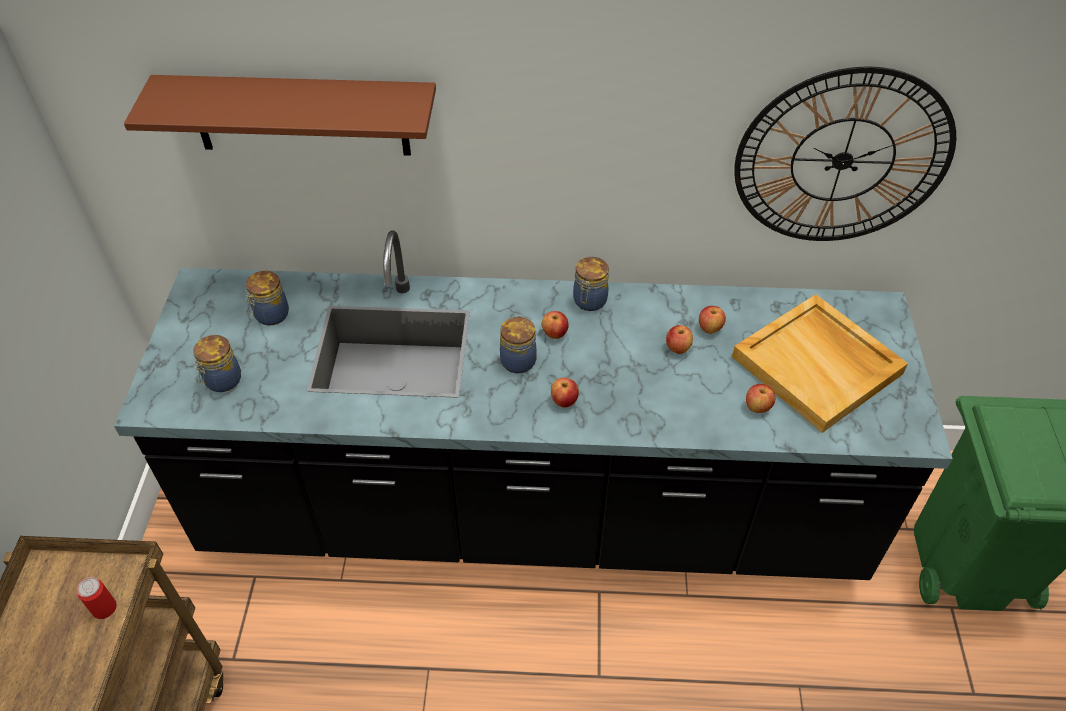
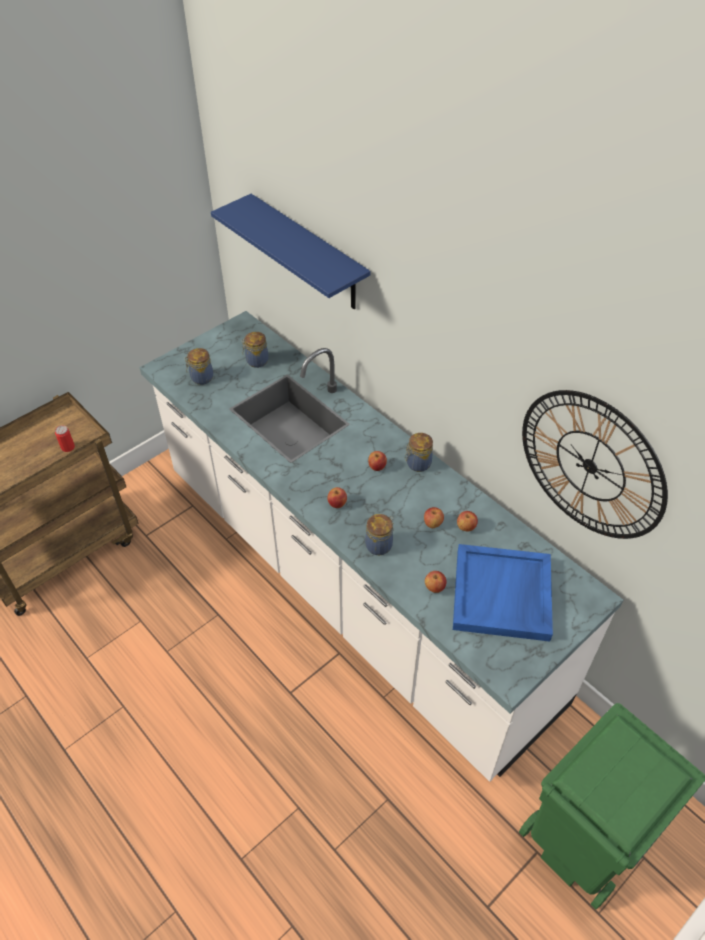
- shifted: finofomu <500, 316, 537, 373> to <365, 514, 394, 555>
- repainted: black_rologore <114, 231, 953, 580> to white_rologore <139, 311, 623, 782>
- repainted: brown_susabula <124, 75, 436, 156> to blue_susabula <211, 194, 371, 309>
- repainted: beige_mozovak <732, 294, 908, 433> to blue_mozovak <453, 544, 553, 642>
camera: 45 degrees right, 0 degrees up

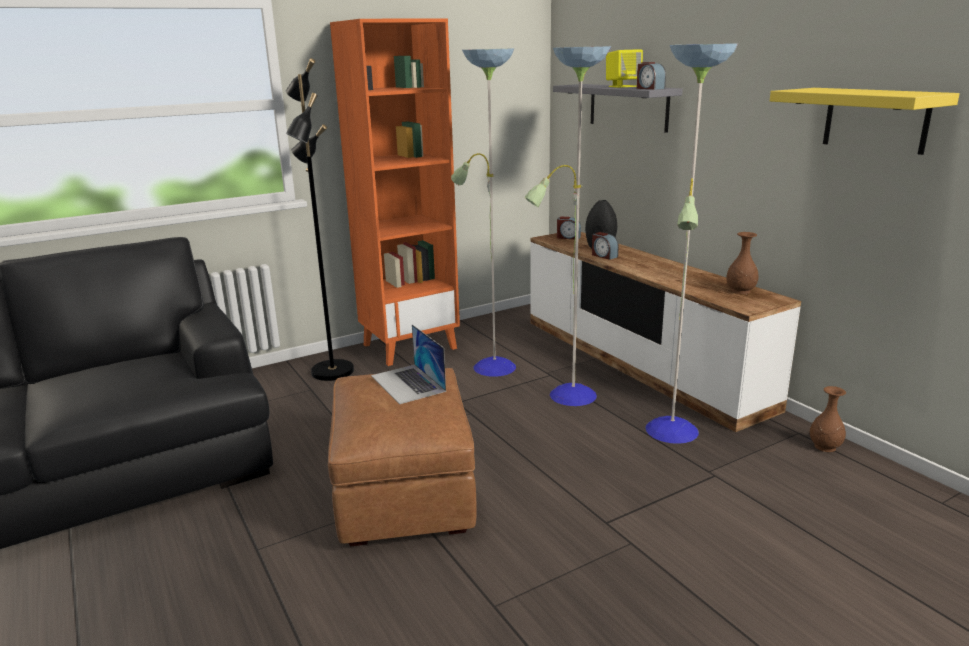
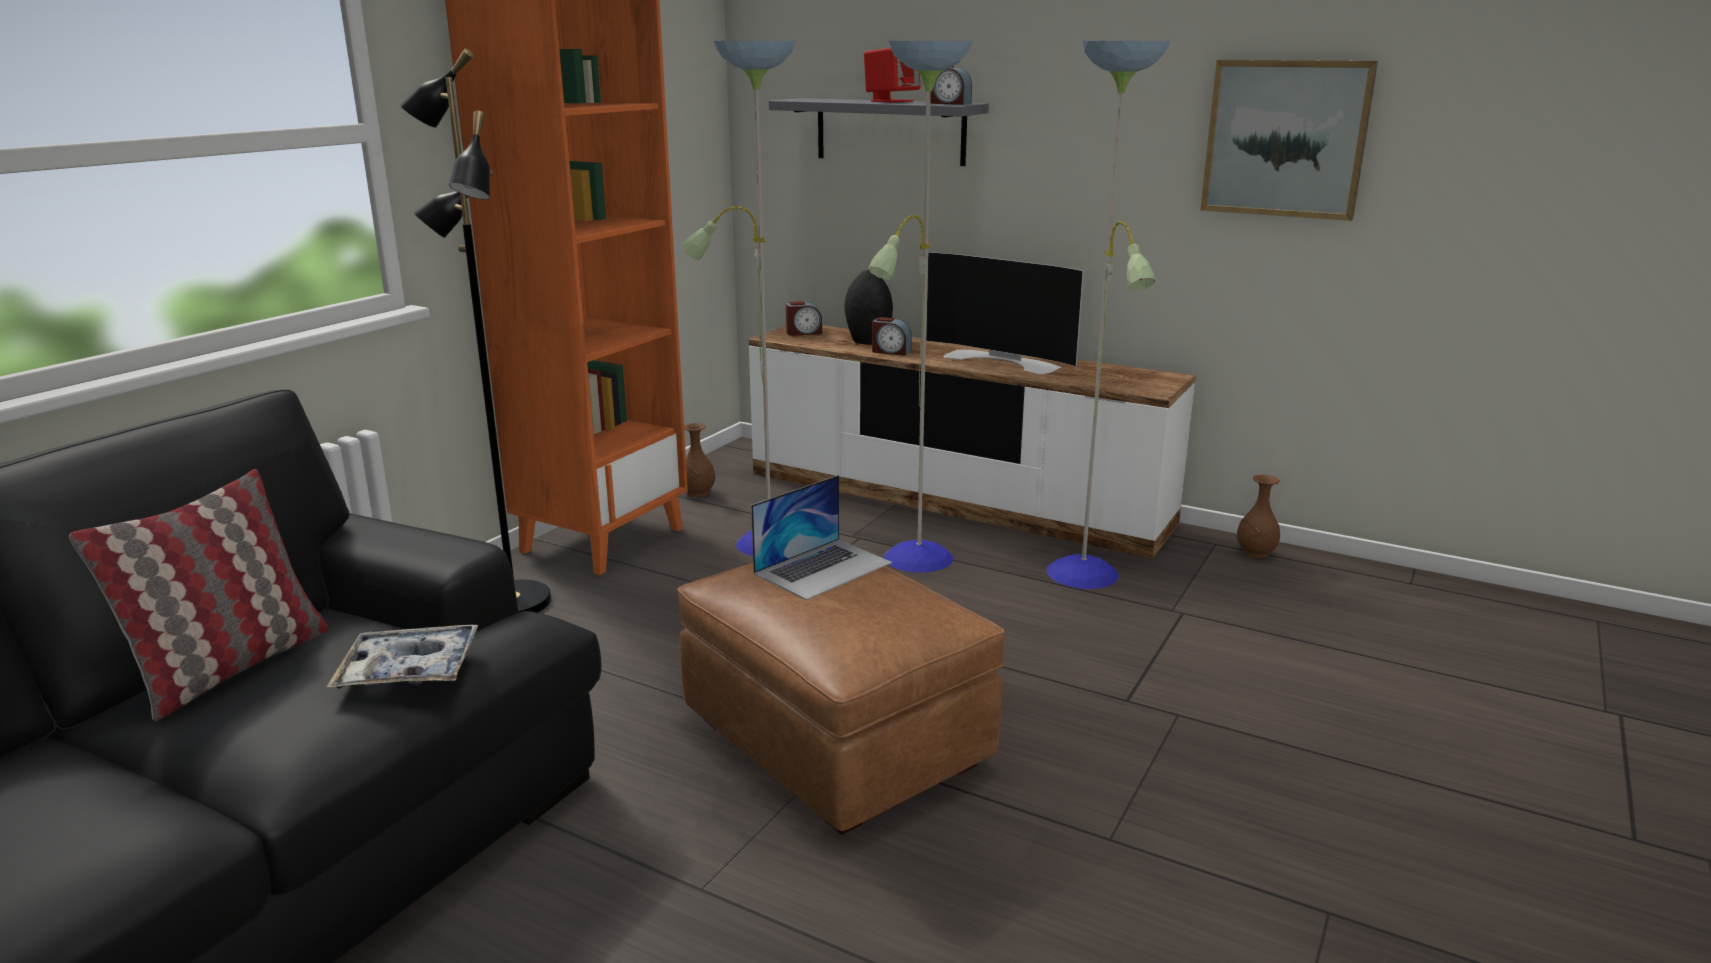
- new: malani <69, 469, 329, 721>
- new: mozovak <327, 625, 479, 688>
- new: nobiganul <926, 252, 1084, 374>
- shifted: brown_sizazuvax <726, 232, 759, 294> to <684, 423, 715, 497>
- swapped: yellow_susabula <770, 88, 960, 155> to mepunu <1200, 60, 1378, 221>
- repainted: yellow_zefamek <606, 49, 643, 88> to red_zefamek <864, 48, 920, 103>
- rotated: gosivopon <371, 325, 446, 404> = <751, 475, 892, 600> 75 degrees counterclockwise
camera: 30 degrees left, 0 degrees up

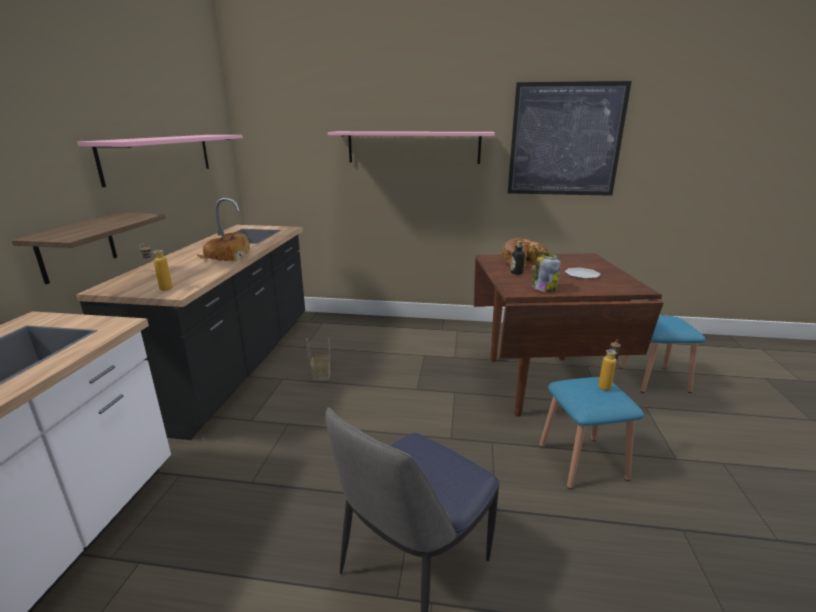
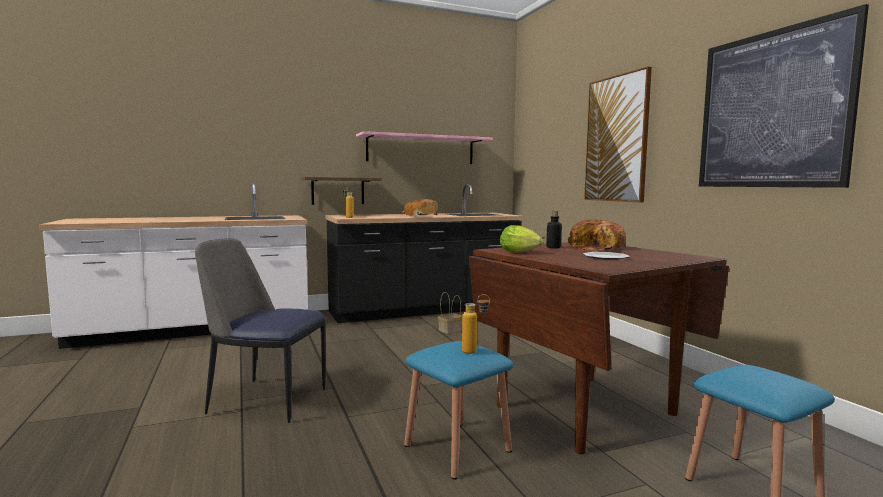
- swapped: pink_susabula <328, 131, 495, 164> to mepunu <584, 67, 652, 202>
- swapped: finofomu <532, 253, 561, 292> to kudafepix <500, 225, 543, 253>
camera: 60 degrees right, 15 degrees down

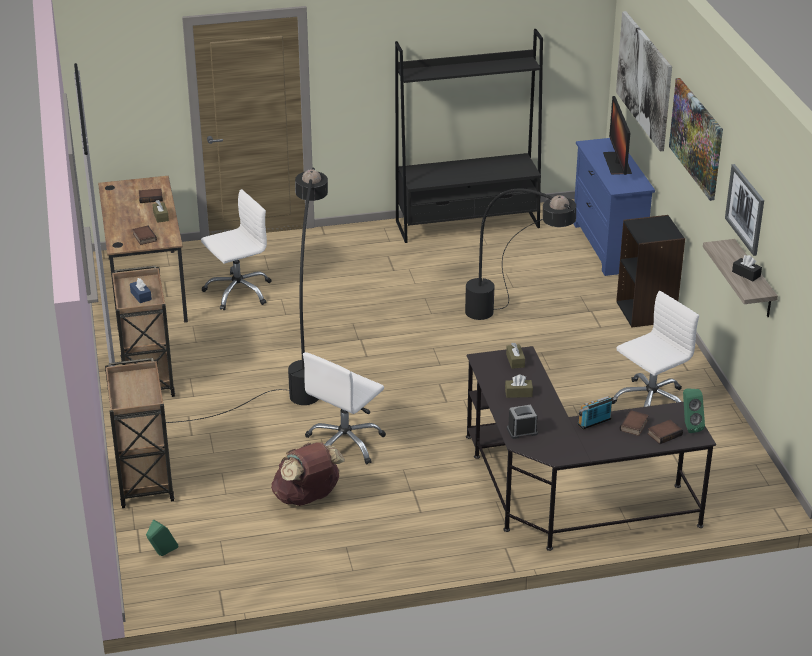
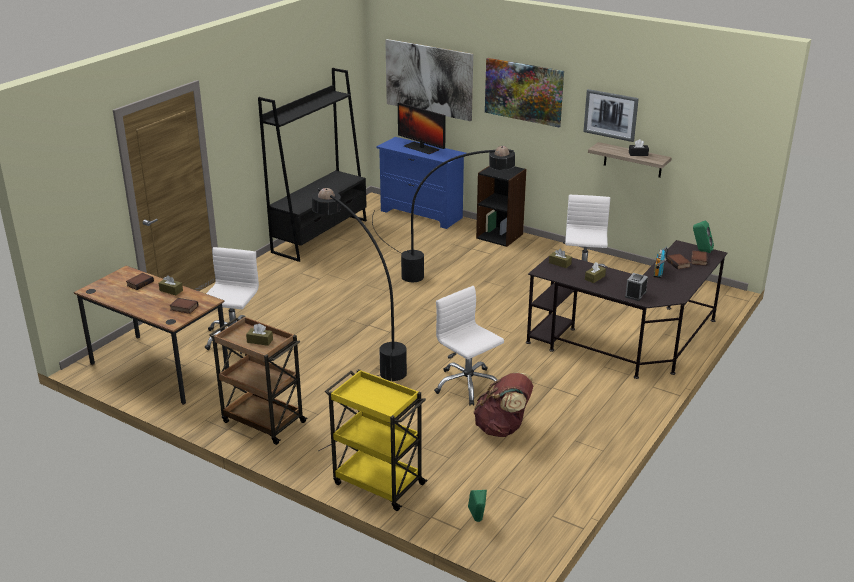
- repainted: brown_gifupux <105, 358, 175, 508> to yellow_gifupux <325, 369, 428, 511>
- repainted: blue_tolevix <130, 278, 152, 303> to brown_tolevix <246, 324, 273, 346>
- rotated: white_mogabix <303, 352, 386, 464> = <434, 286, 504, 406> 150 degrees clockwise
camera: 45 degrees left, 5 degrees down

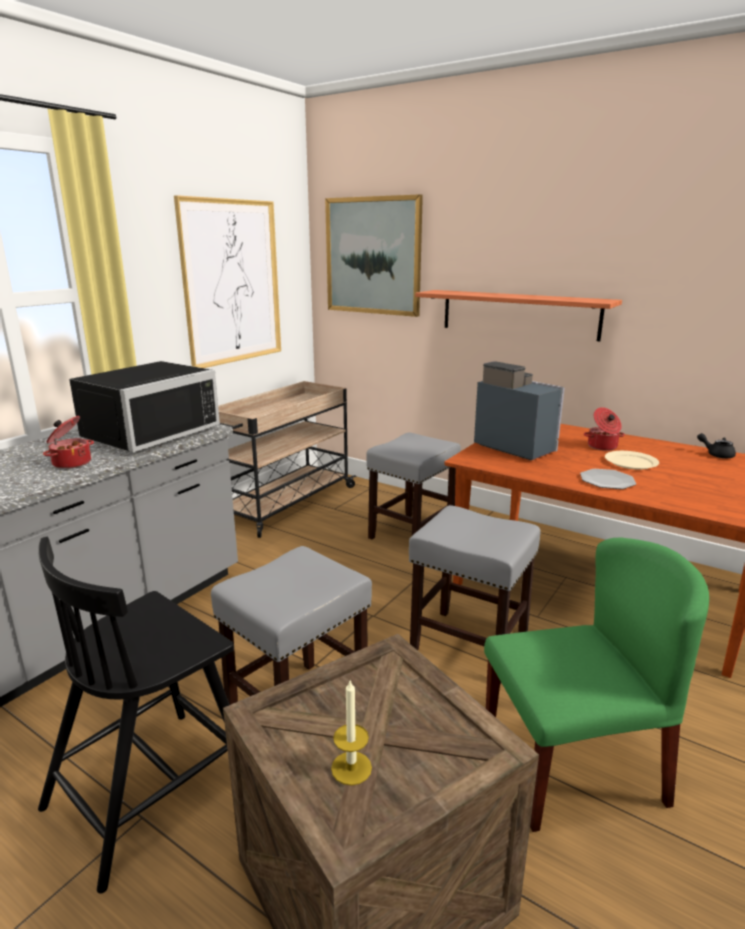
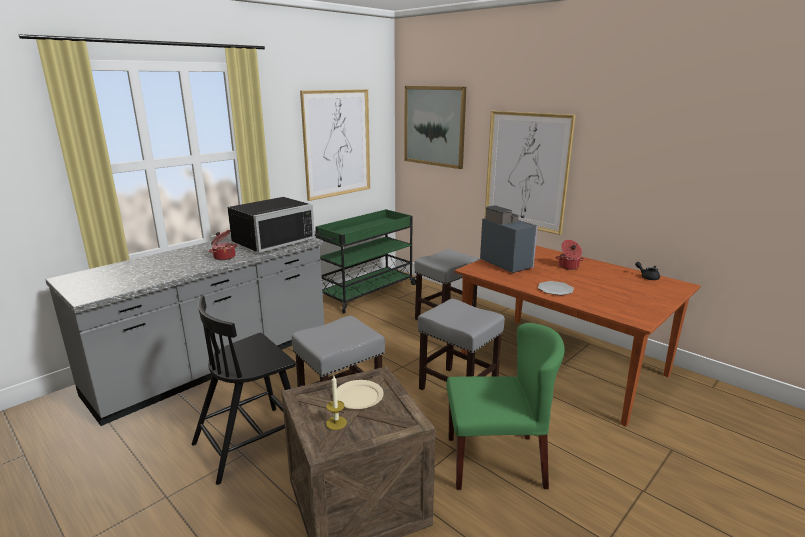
- shifted: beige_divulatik <605, 451, 659, 470> to <337, 380, 384, 409>
- swapped: susabula <415, 290, 622, 341> to mepunu <485, 111, 576, 235>
- repainted: beige_gifupux <218, 381, 357, 538> to green_gifupux <315, 209, 416, 313>
camera: 10 degrees right, 0 degrees up

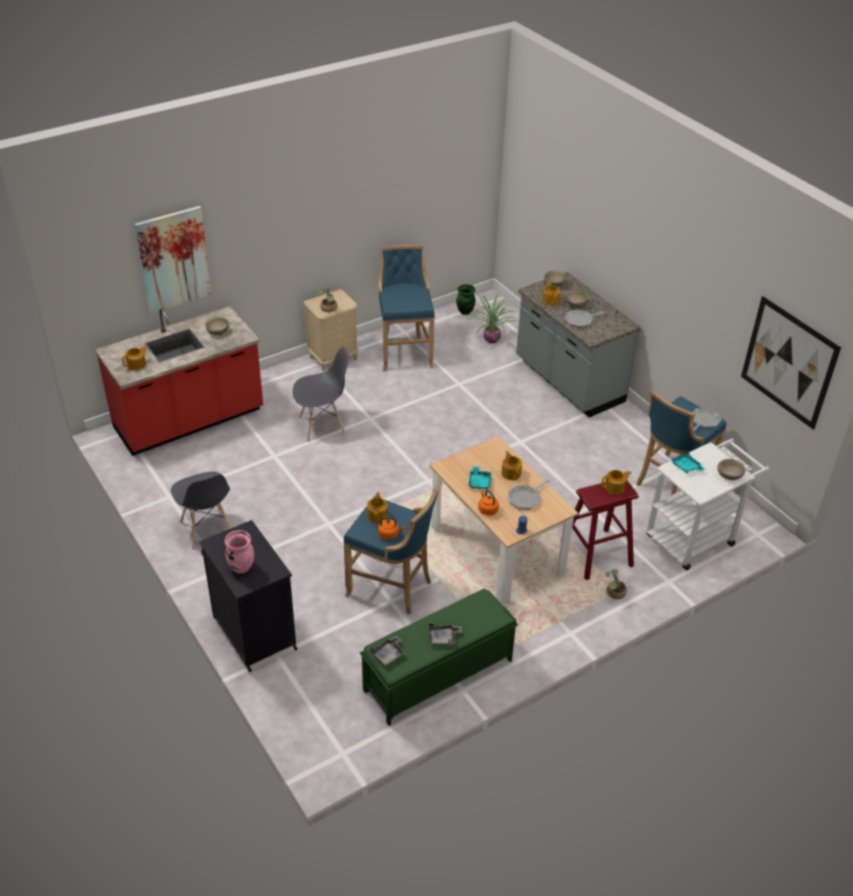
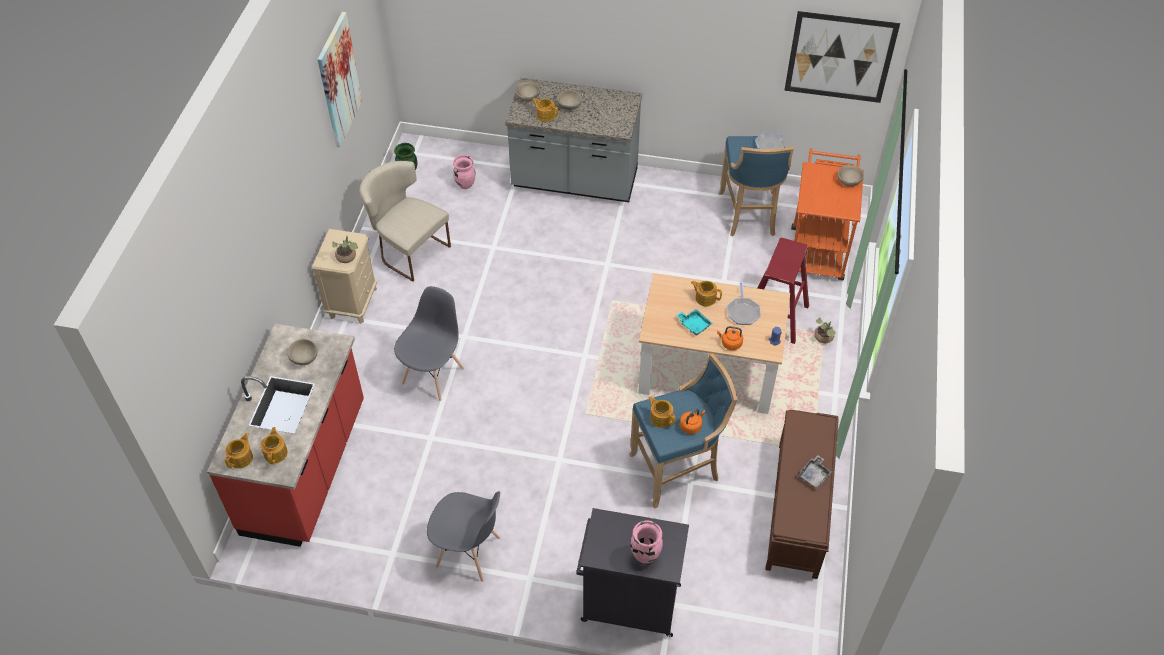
- gone: grey_mozovak <370, 635, 405, 666>
- gone: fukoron <565, 310, 606, 328>
- gone: turquoise_mozovak <671, 451, 705, 473>
- shifted: mepunu <135, 206, 212, 313> to <317, 12, 362, 147>
- shifted: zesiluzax <601, 470, 631, 495> to <225, 433, 253, 468>
- swapped: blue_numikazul <379, 245, 435, 371> to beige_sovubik <359, 161, 451, 282>
- swapped: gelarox <467, 294, 519, 343> to pink_sizazuvax <453, 155, 475, 189>
- repainted: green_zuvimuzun <360, 589, 518, 726> to brown_zuvimuzun <765, 410, 839, 579>
- repainted: white_gifupux <646, 439, 770, 570> to orange_gifupux <791, 148, 864, 280>
camera: 45 degrees left, 10 degrees up

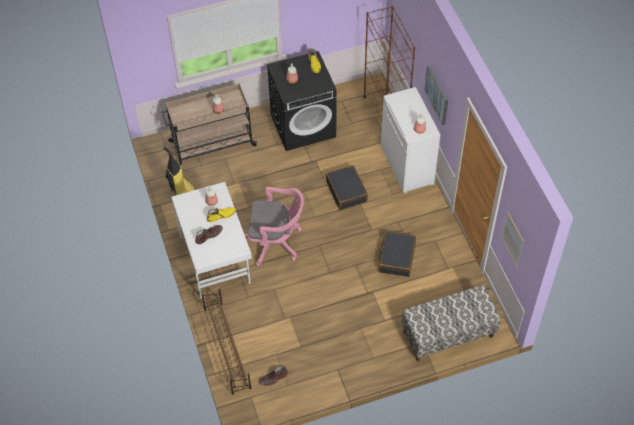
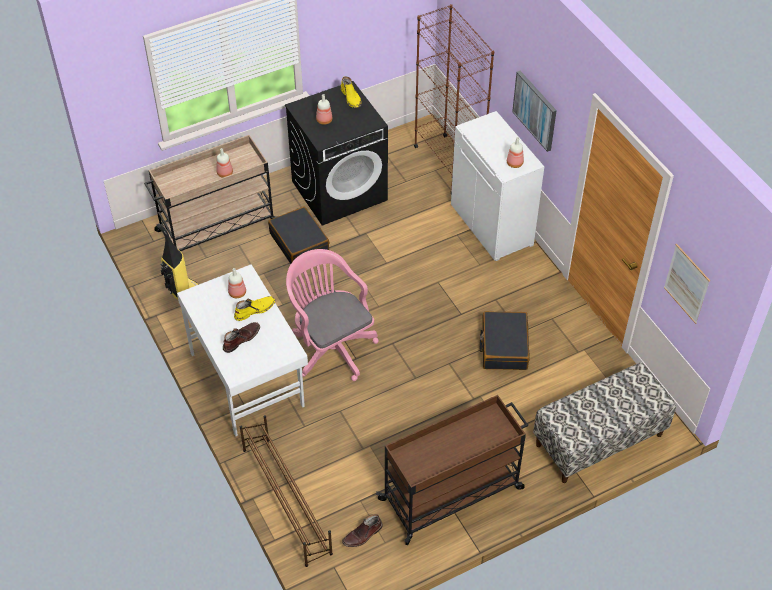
- new: brown_gifupux <376, 395, 528, 545>
- shifted: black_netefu <326, 165, 368, 210> to <268, 206, 329, 264>
- rotated: pink_mogabix <244, 187, 304, 266> = <286, 249, 379, 381> 120 degrees counterclockwise
camera: 10 degrees left, 5 degrees down

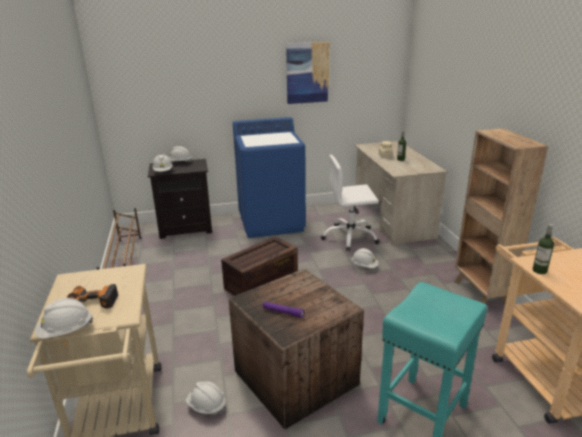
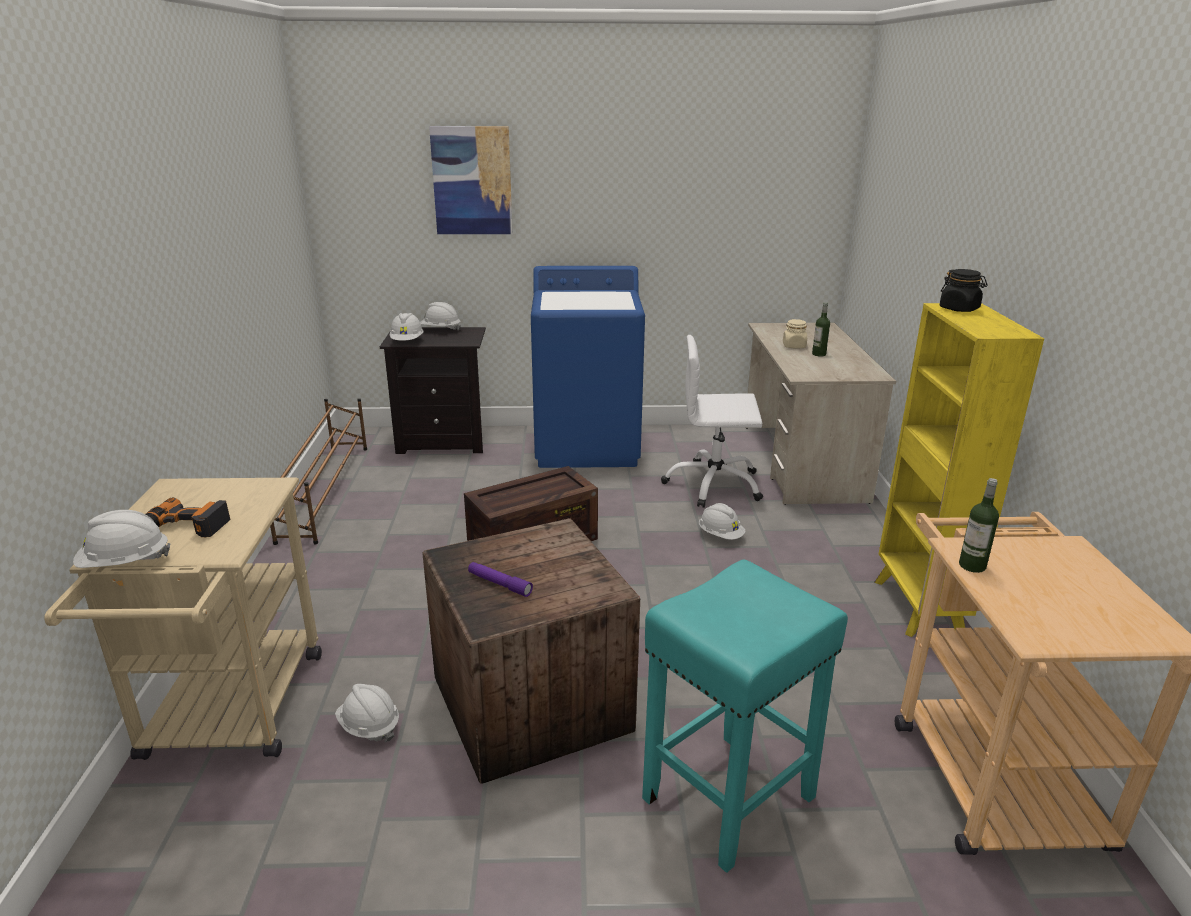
- new: black_finofomu <940, 269, 988, 312>
- shifted: mepunu <286, 42, 330, 104> to <429, 126, 513, 234>
- repainted: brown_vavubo <454, 128, 548, 305> to yellow_vavubo <874, 303, 1044, 637>
camera: 10 degrees right, 0 degrees up

